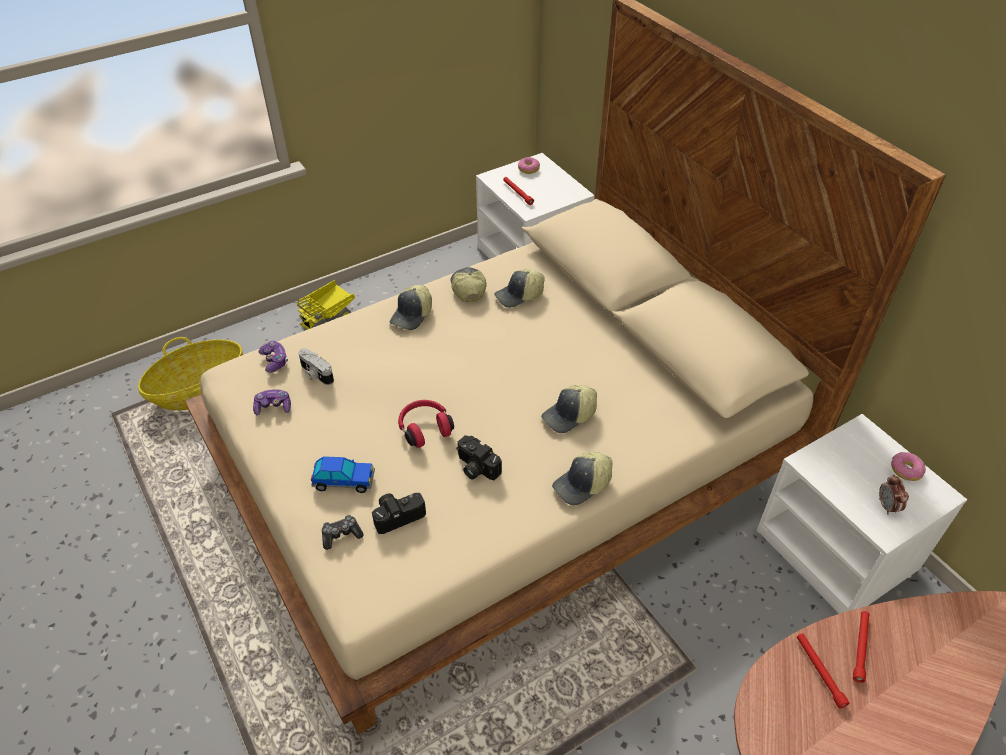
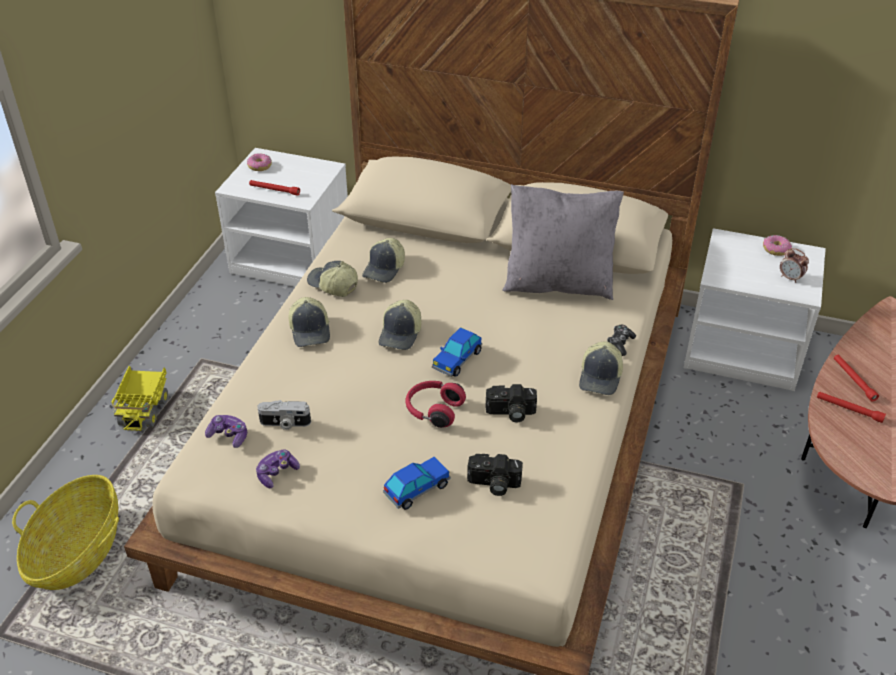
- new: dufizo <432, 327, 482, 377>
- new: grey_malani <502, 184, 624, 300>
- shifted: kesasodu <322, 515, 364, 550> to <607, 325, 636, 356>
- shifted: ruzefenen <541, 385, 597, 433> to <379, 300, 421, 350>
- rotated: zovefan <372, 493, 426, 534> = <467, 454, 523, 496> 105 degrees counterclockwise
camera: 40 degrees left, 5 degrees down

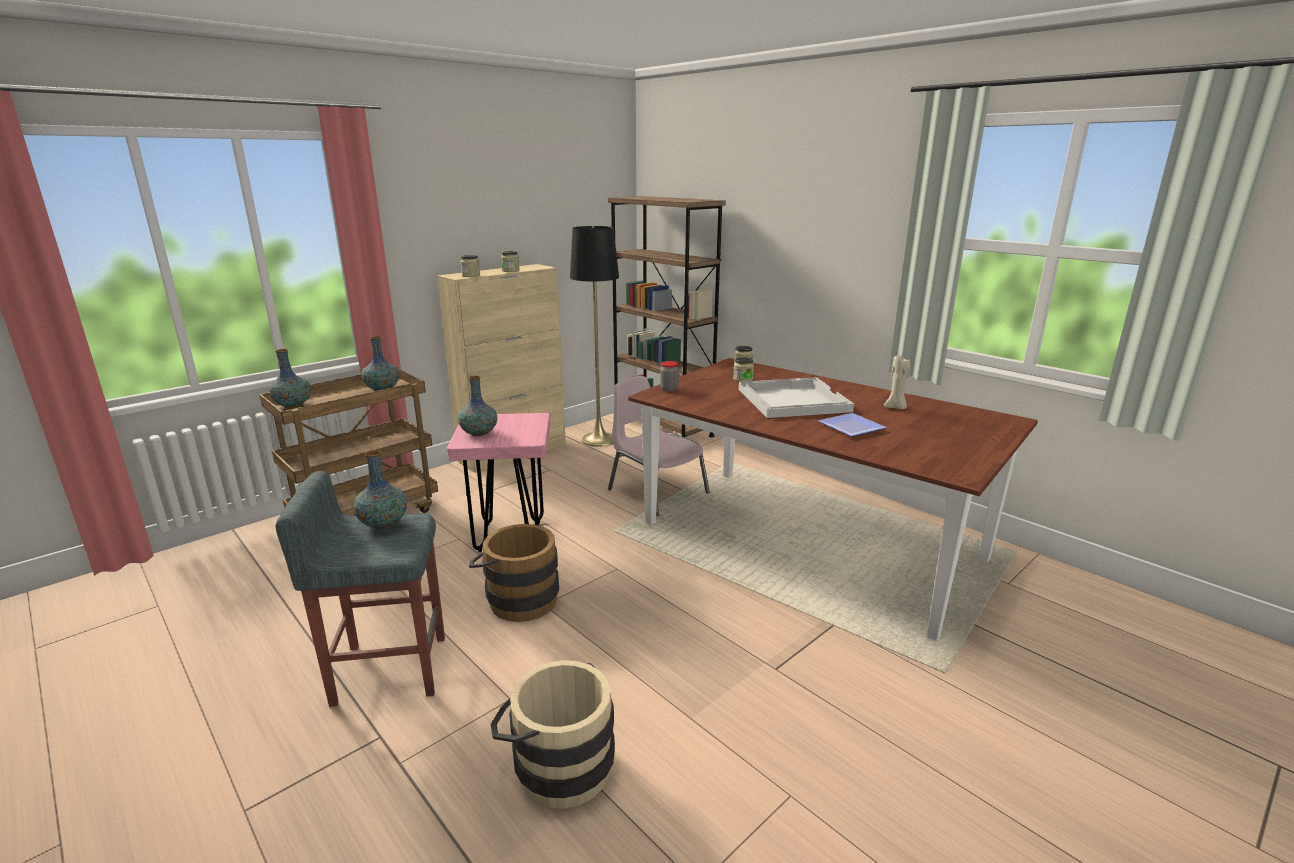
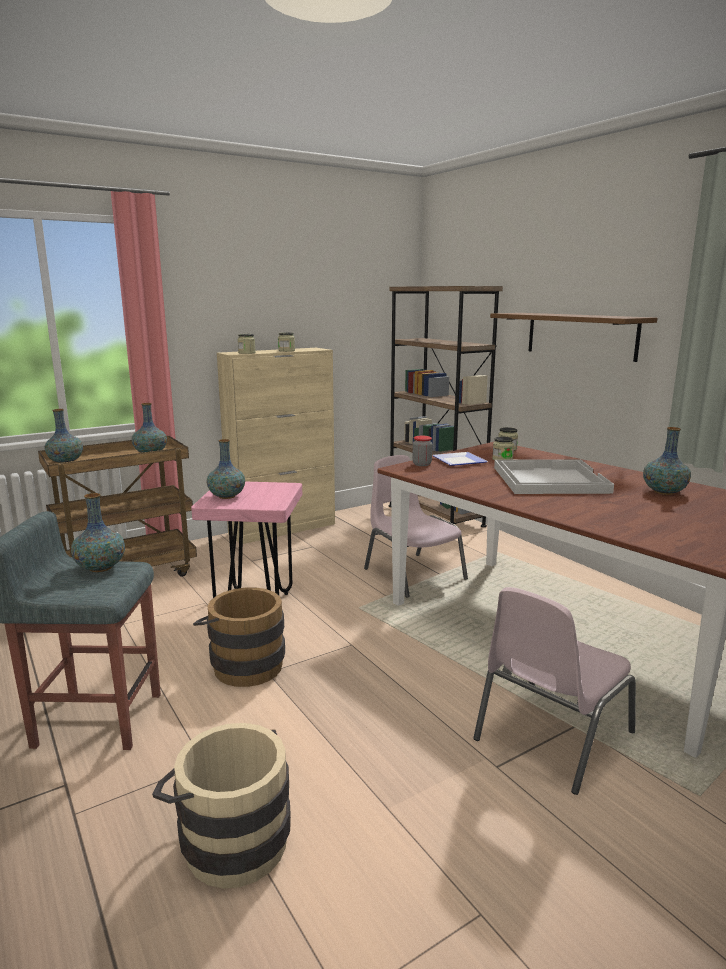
- gone: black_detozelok <570, 226, 619, 447>
- new: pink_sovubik <473, 587, 636, 795>
- new: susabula <490, 313, 657, 362>
- shifted: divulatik <818, 413, 887, 437> to <432, 452, 488, 466>
- swapped: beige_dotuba <884, 356, 910, 409> to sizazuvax <643, 427, 691, 495>
camera: 10 degrees right, 5 degrees down

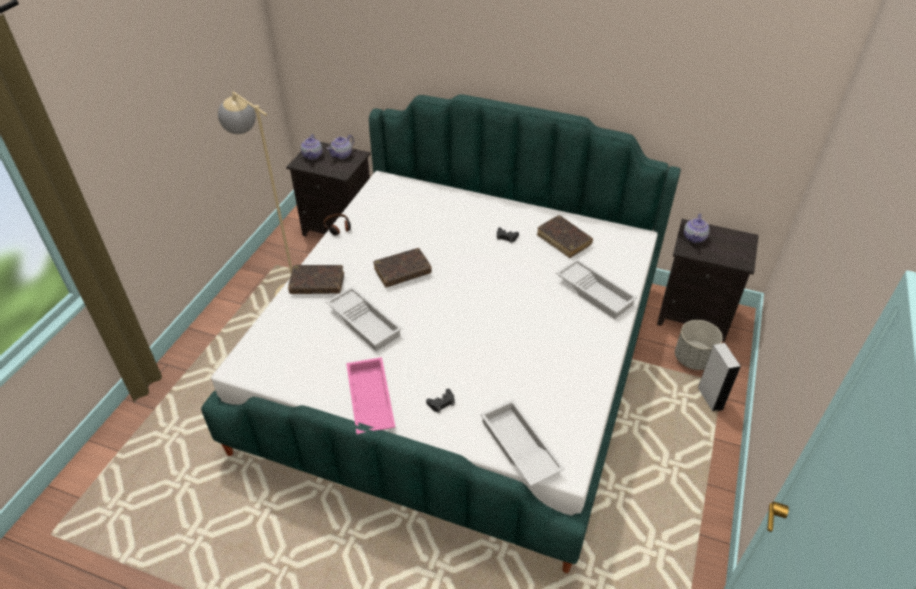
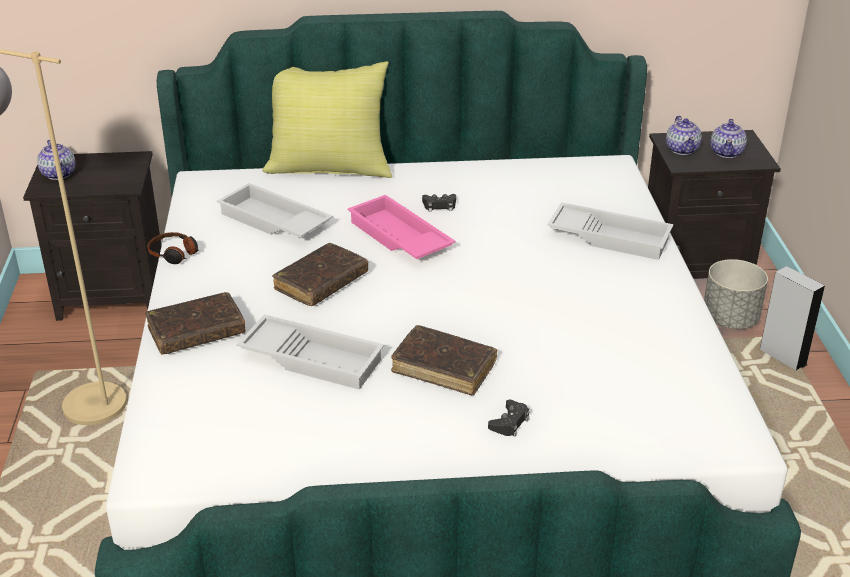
- new: yellow_malani <262, 61, 392, 178>
- shifted: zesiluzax <327, 135, 354, 159> to <711, 119, 747, 158>
- shifted: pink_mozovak <346, 357, 395, 434> to <347, 195, 456, 259>
- shifted: white_mozovak <480, 399, 565, 486> to <217, 183, 333, 238>
- shifted: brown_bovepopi <537, 215, 593, 258> to <391, 325, 497, 395>
camera: 25 degrees left, 10 degrees down

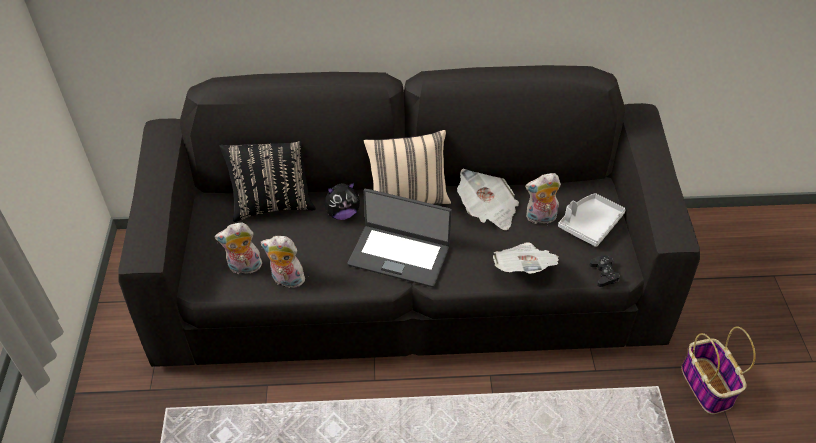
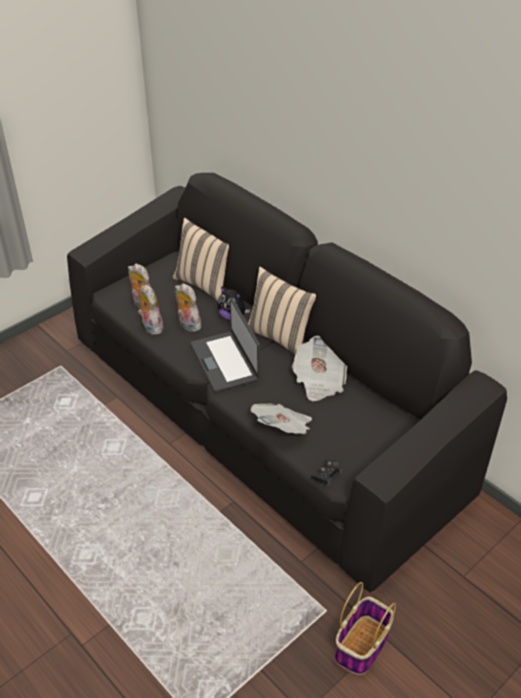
- gone: grey_mozovak <558, 193, 626, 247>
- shifted: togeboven <525, 173, 561, 224> to <175, 283, 201, 332>
- repainted: black_malani <219, 141, 316, 222> to beige_malani <172, 218, 229, 301>
camera: 50 degrees right, 5 degrees down

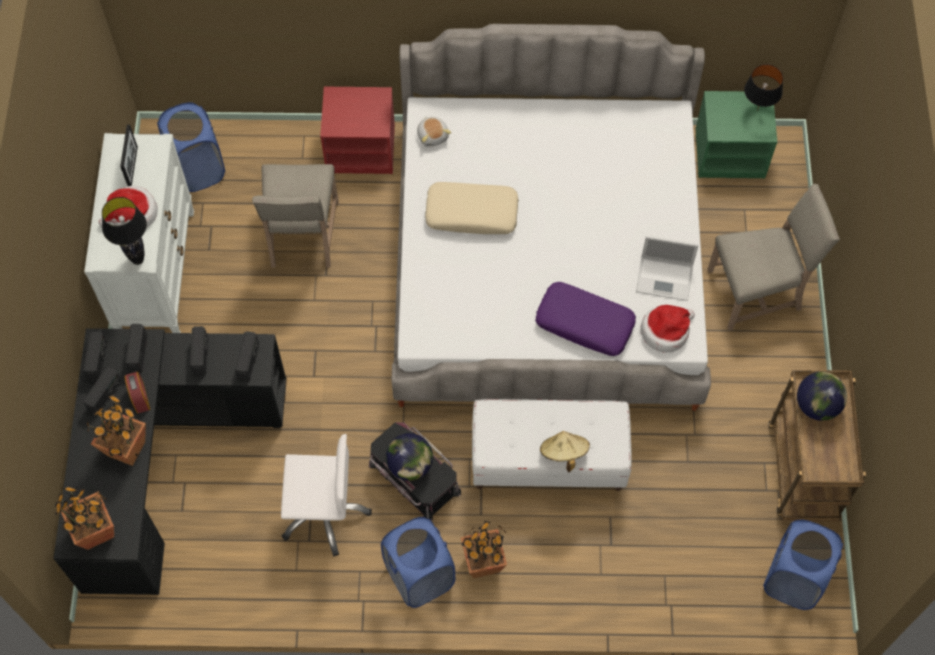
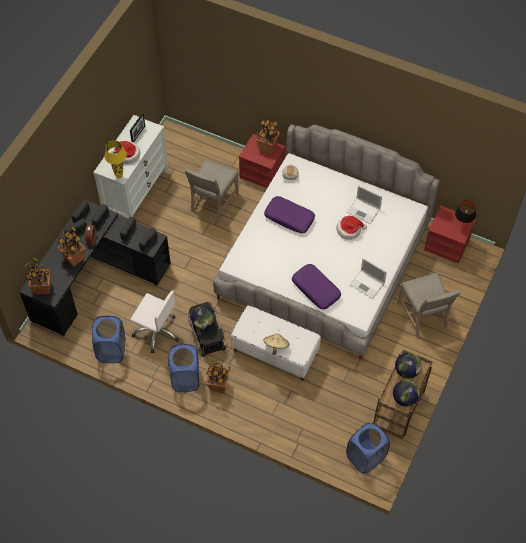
- new: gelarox <256, 119, 280, 154>
- new: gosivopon <347, 185, 382, 224>
- new: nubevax <393, 380, 420, 407>
- shifted: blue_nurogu <157, 102, 225, 192> to <92, 316, 125, 363>
- shifted: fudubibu <640, 305, 695, 353> to <336, 216, 367, 240>
- repainted: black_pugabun <102, 197, 147, 265> to yellow_pugabun <105, 141, 127, 179>
- repainted: beige_malani <425, 182, 519, 234> to purple_malani <264, 196, 315, 234>
- repainted: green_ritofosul <696, 91, 777, 179> to red_ritofosul <424, 205, 476, 264>
- rotated: beige_sovubik <707, 184, 840, 331> = <397, 272, 461, 337> 60 degrees clockwise
camera: 25 degrees right, 5 degrees down

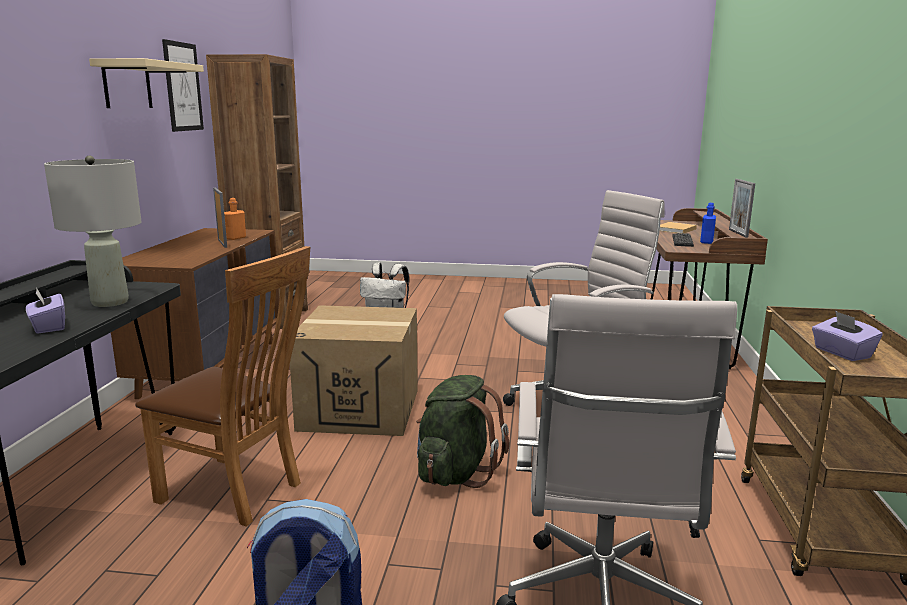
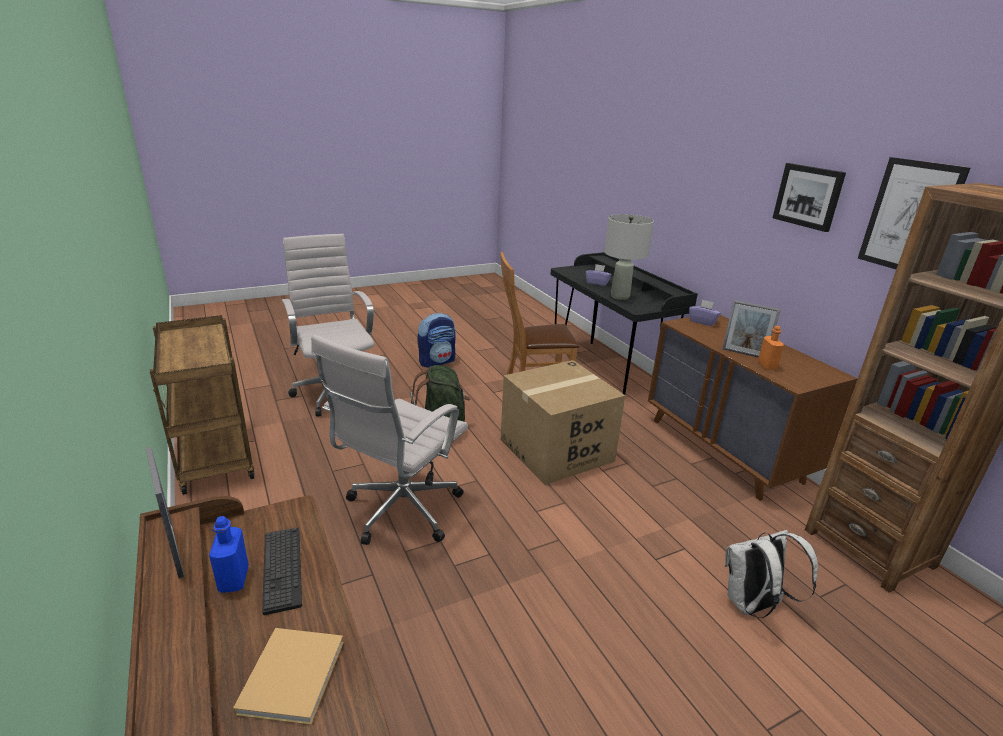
- shifted: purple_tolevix <812, 311, 883, 361> to <689, 300, 721, 326>
- swapped: beige_susabula <89, 58, 204, 108> to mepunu <773, 163, 846, 232>
camera: 145 degrees right, 10 degrees up

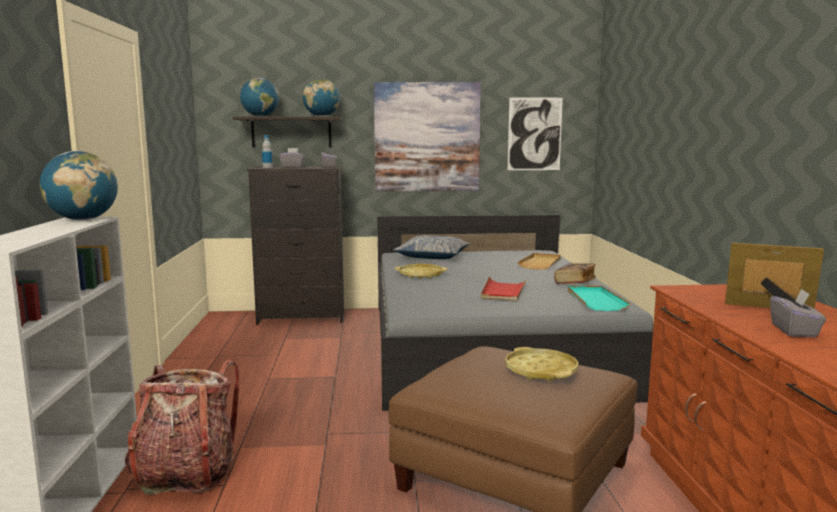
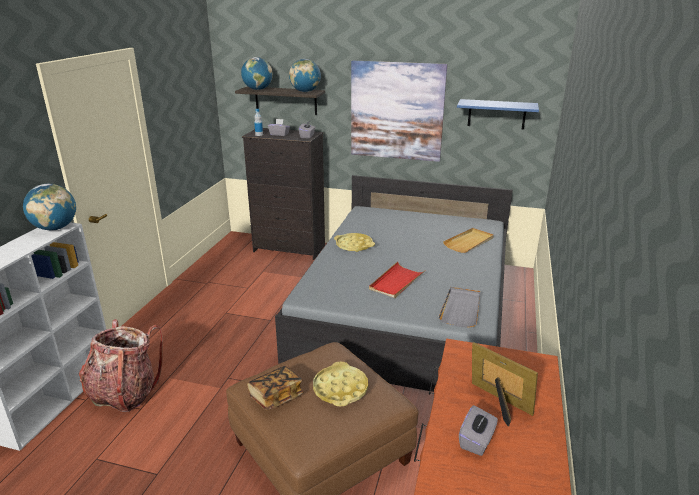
- gone: malani <393, 235, 470, 259>
- shifted: bovepopi <554, 263, 596, 284> to <247, 366, 304, 410>
- swapped: mepunu <508, 97, 563, 170> to blue_susabula <457, 99, 539, 130>
- repainted: turquoise_mozovak <568, 286, 630, 311> to grey_mozovak <438, 287, 481, 328>
camera: 20 degrees right, 15 degrees up

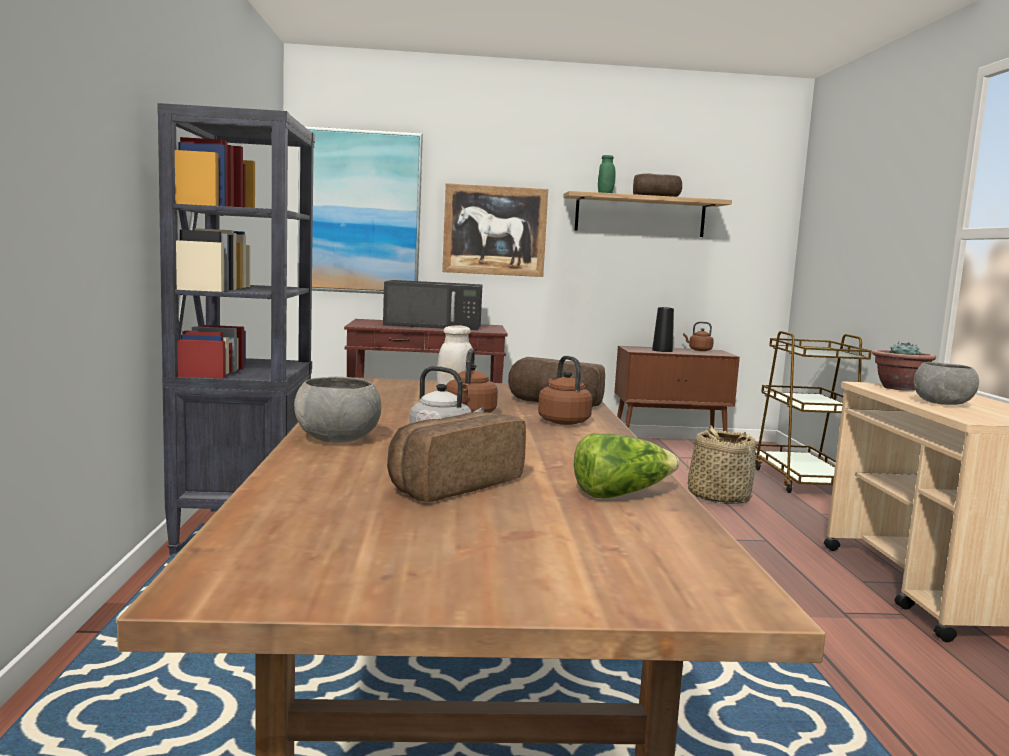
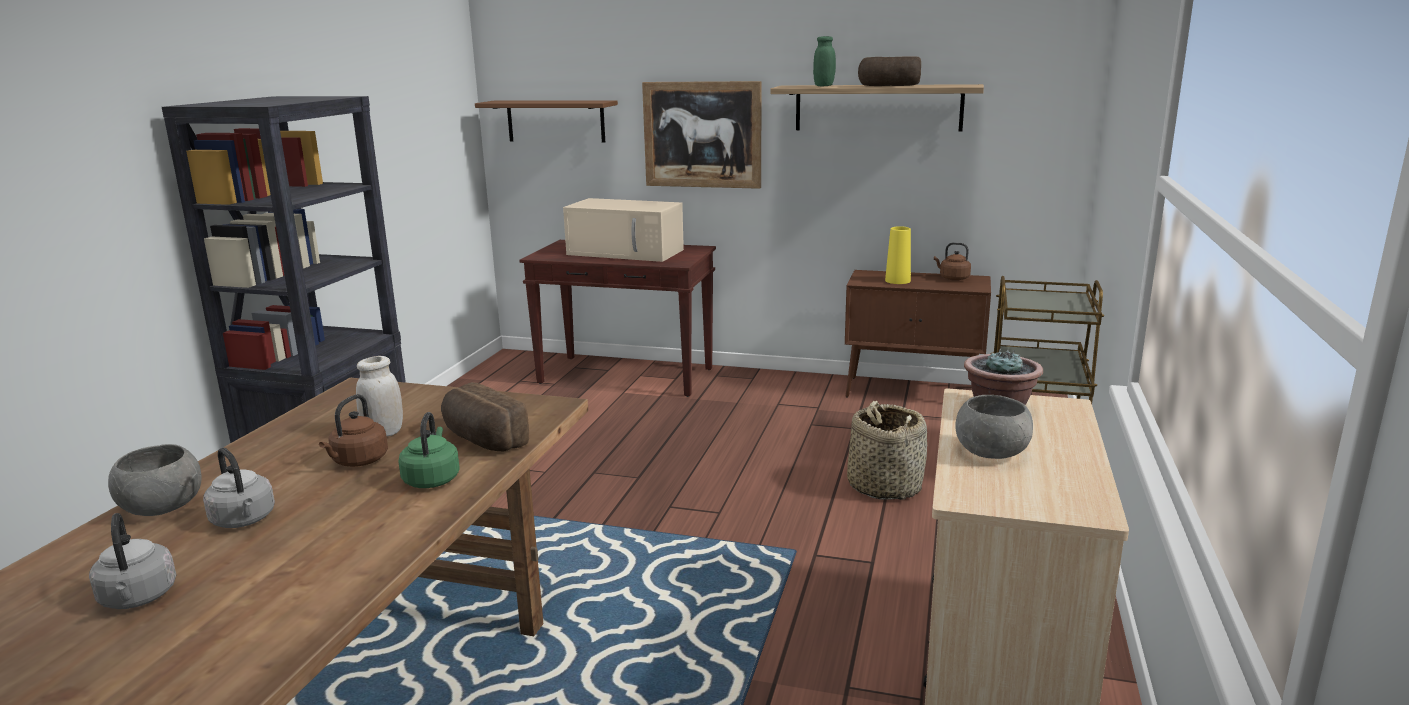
- gone: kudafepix <574, 433, 679, 498>
- swapped: mepunu <297, 126, 423, 294> to brown_susabula <475, 100, 618, 143>
- swapped: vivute <387, 412, 526, 502> to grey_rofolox <89, 513, 176, 609>
- repainted: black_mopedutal <383, 280, 482, 330> to beige_mopedutal <563, 198, 684, 262>
- repainted: brown_rofolox <538, 356, 592, 425> to green_rofolox <398, 412, 459, 488>
- repainted: black_sizazuvax <652, 307, 674, 352> to yellow_sizazuvax <885, 226, 911, 284>
camera: 20 degrees right, 10 degrees up

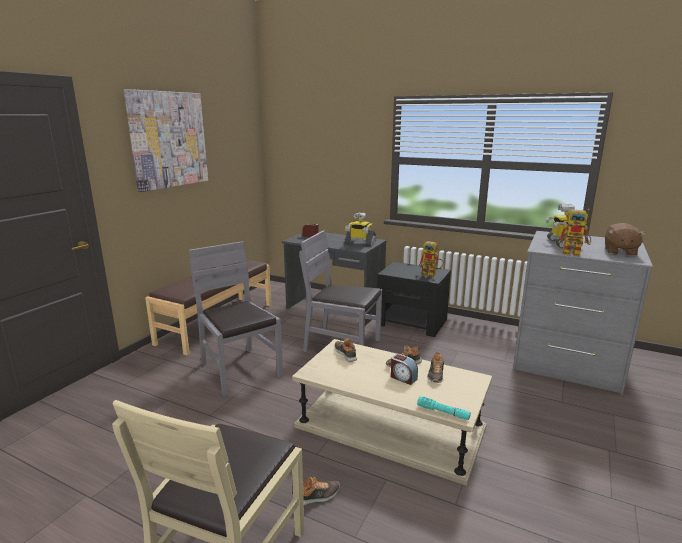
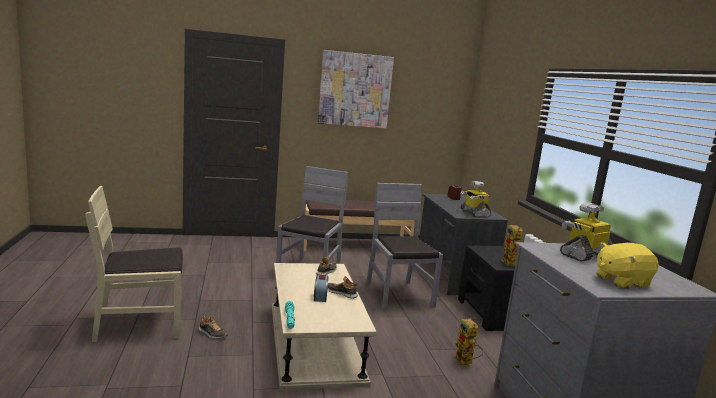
- gone: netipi <427, 352, 444, 383>
- shifted: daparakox <558, 209, 591, 256> to <454, 318, 484, 367>
- repainted: brown_togeboven <605, 223, 646, 256> to yellow_togeboven <596, 243, 659, 289>
camera: 50 degrees right, 5 degrees down

